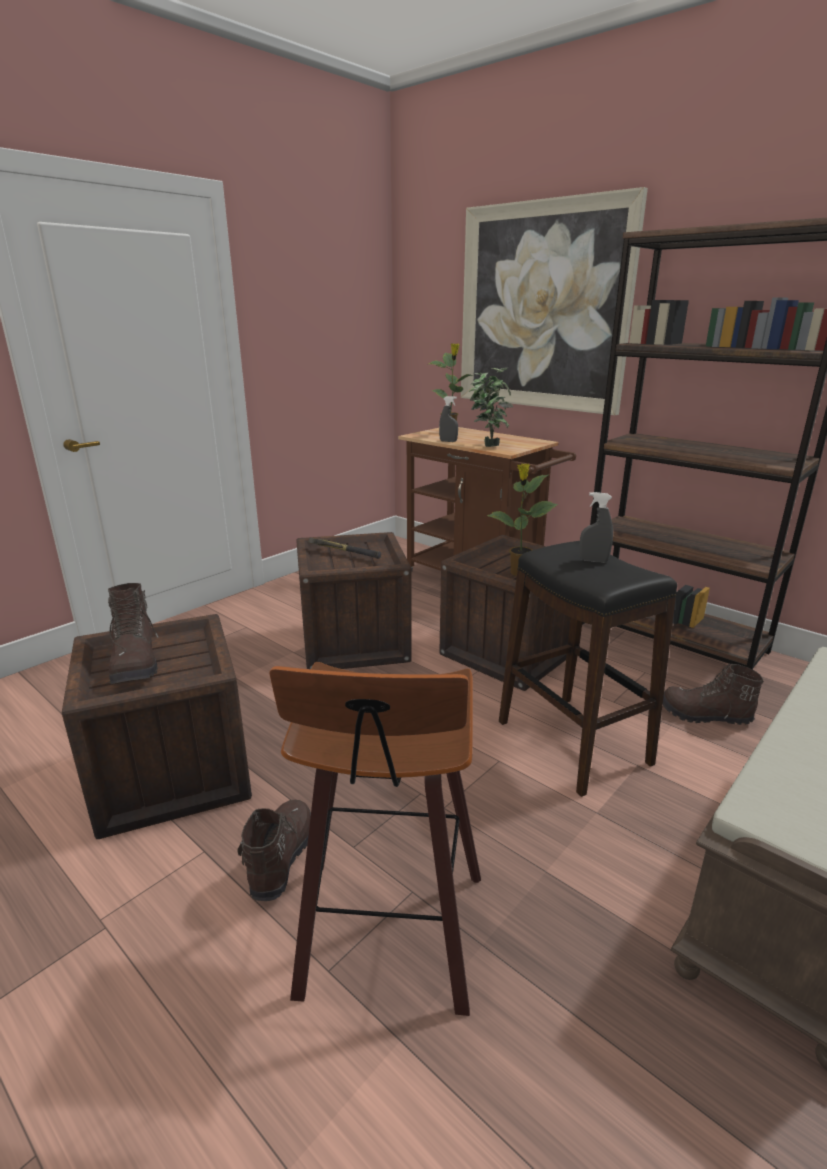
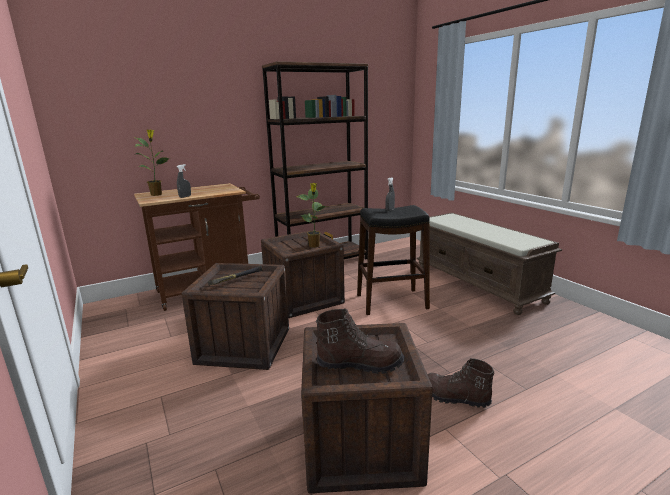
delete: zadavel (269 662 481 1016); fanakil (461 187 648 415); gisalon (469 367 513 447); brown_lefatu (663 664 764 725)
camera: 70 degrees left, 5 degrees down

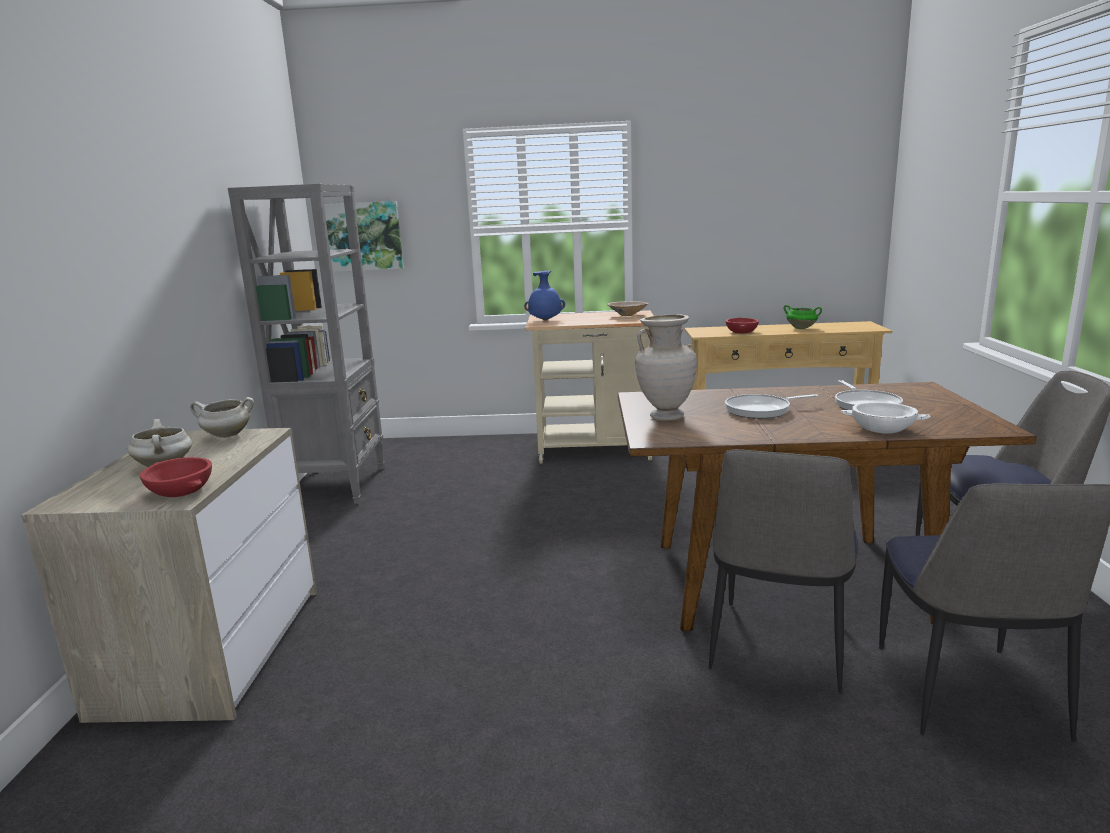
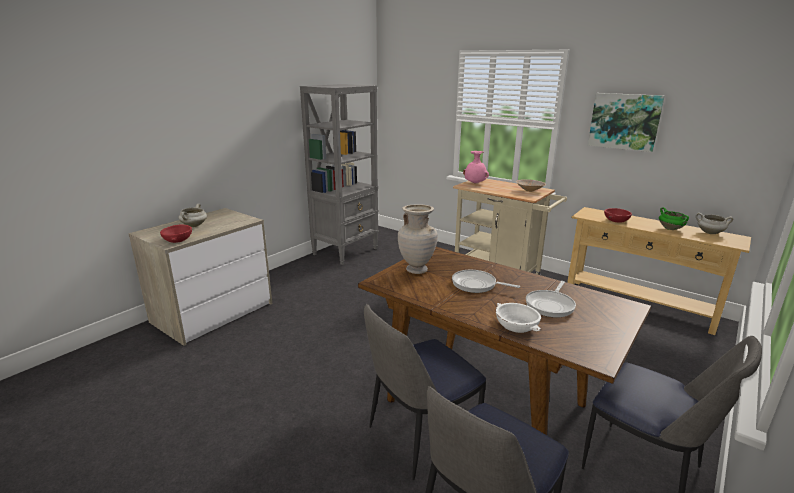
move: fanakil (324 201 404 272) to (588 93 665 152); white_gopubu (190 397 254 438) to (696 213 733 234)
recolor: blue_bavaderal (524 271 565 320) to pink_bavaderal (463 151 489 183)
camera: 35 degrees right, 5 degrees up

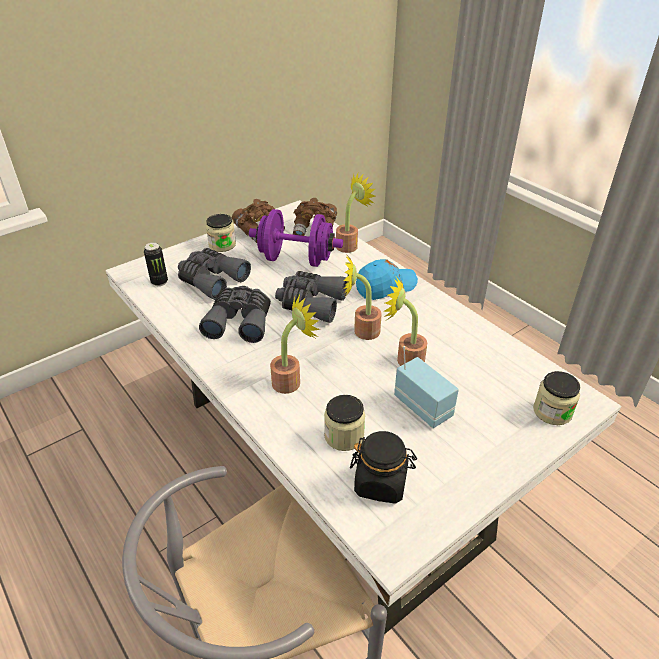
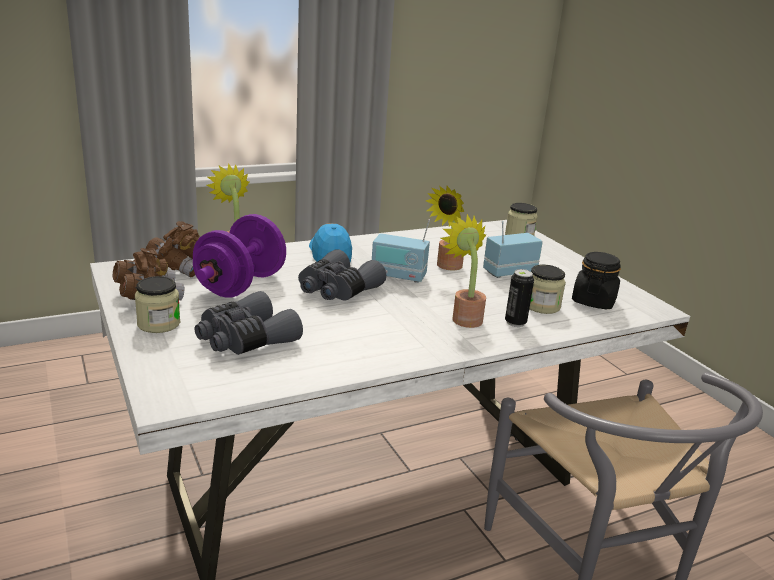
delete: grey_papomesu (199 286 271 343)
move: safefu (144 242 168 286) to (505 269 534 327)
replace: gisalon (343 254 382 340) to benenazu (372 219 430 283)
camera: 80 degrees left, 15 degrees down

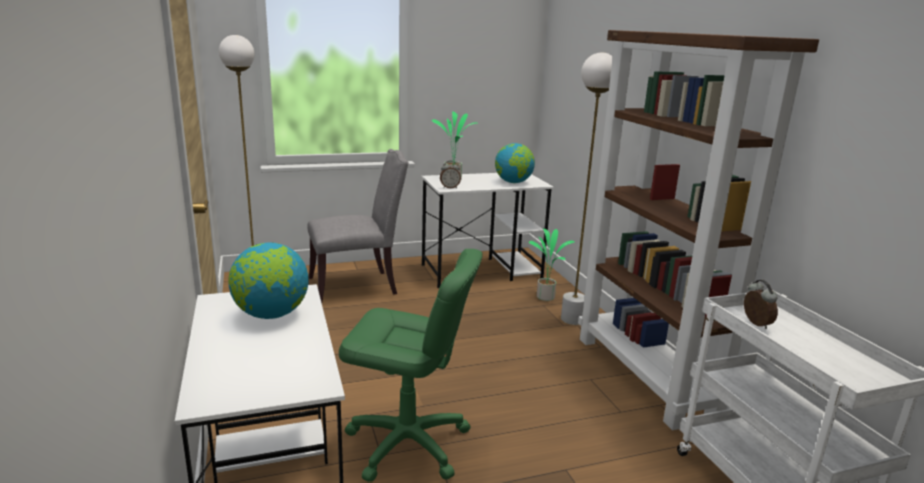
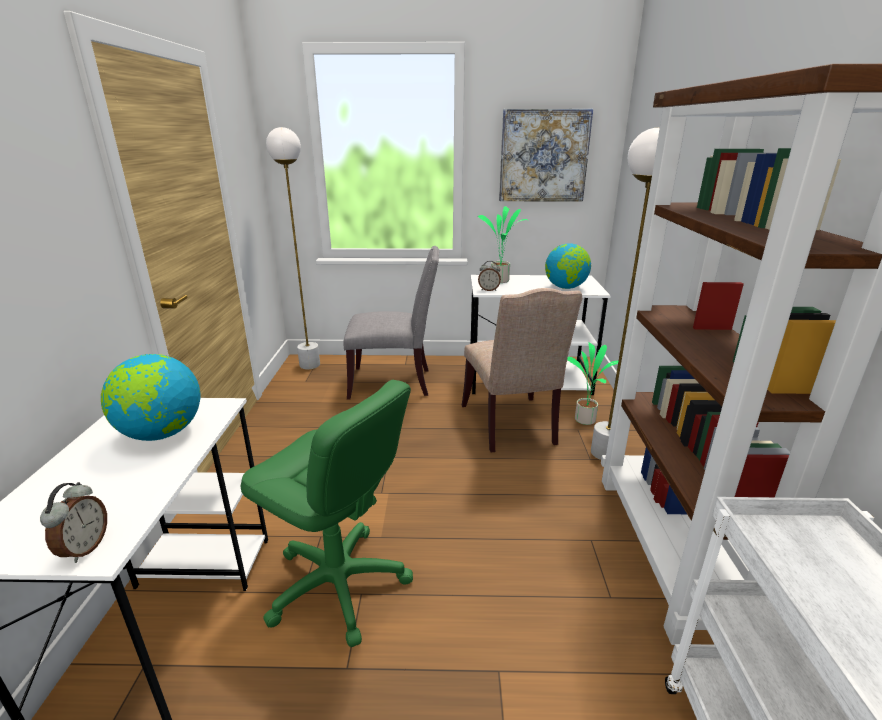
insert: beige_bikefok (462 288 582 452); fanakil (499 109 593 202)
move: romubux (744 280 778 329) to (40 482 107 563)
camera: 20 degrees right, 5 degrees up

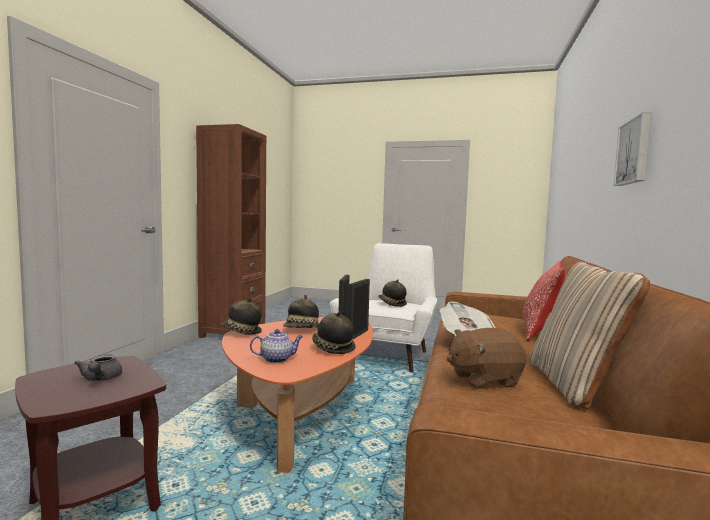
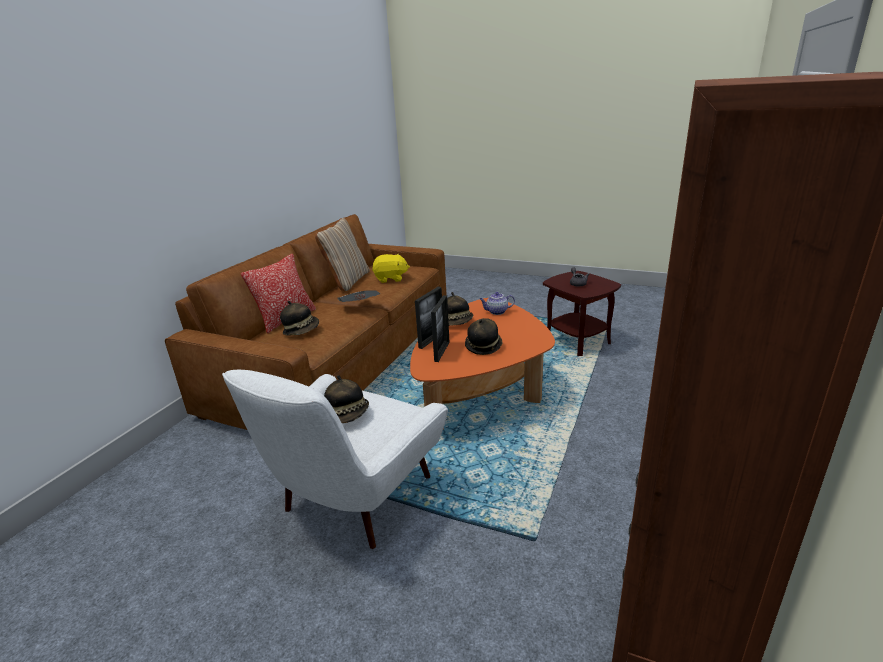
delete: fanakil (613 112 652 186)
move: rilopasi (220 298 262 335) to (280 301 319 336)
recolor: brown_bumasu (447 328 526 389) to yellow_bumasu (372 254 410 283)
camera: 170 degrees left, 20 degrees up

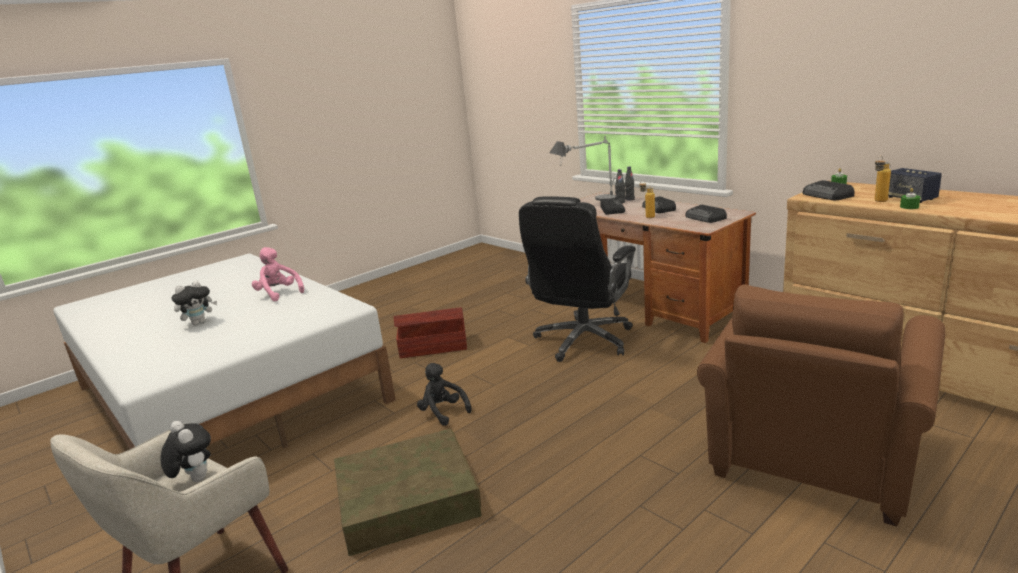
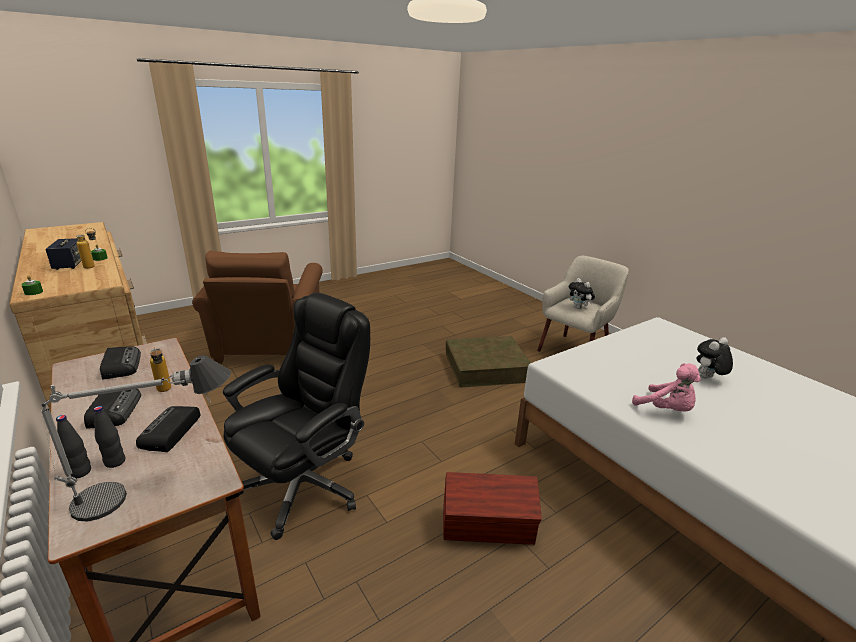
delete: black_bumasu (417 363 472 426); benenazu (803 180 854 200)
rotate: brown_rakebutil (697 284 945 526) = (192 251 323 364) 135 degrees clockwise
camera: 175 degrees left, 5 degrees up

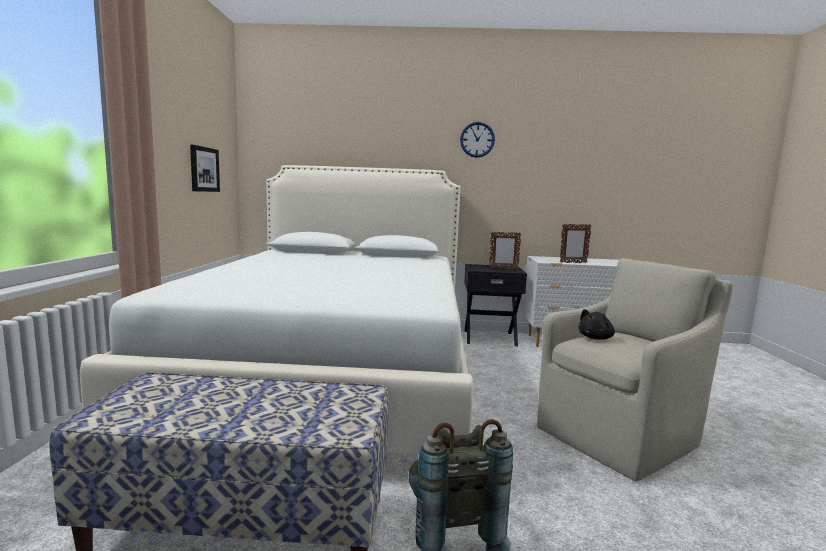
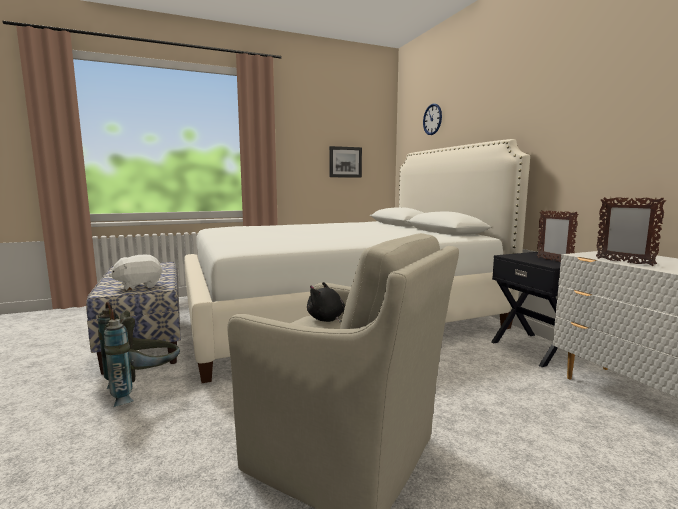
insert: white_bumasu (109 255 163 291)
move: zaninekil (460 122 495 158) to (423 104 442 135)
camera: 65 degrees right, 0 degrees up

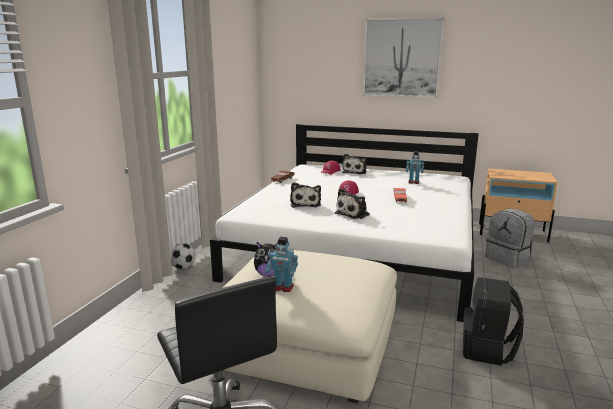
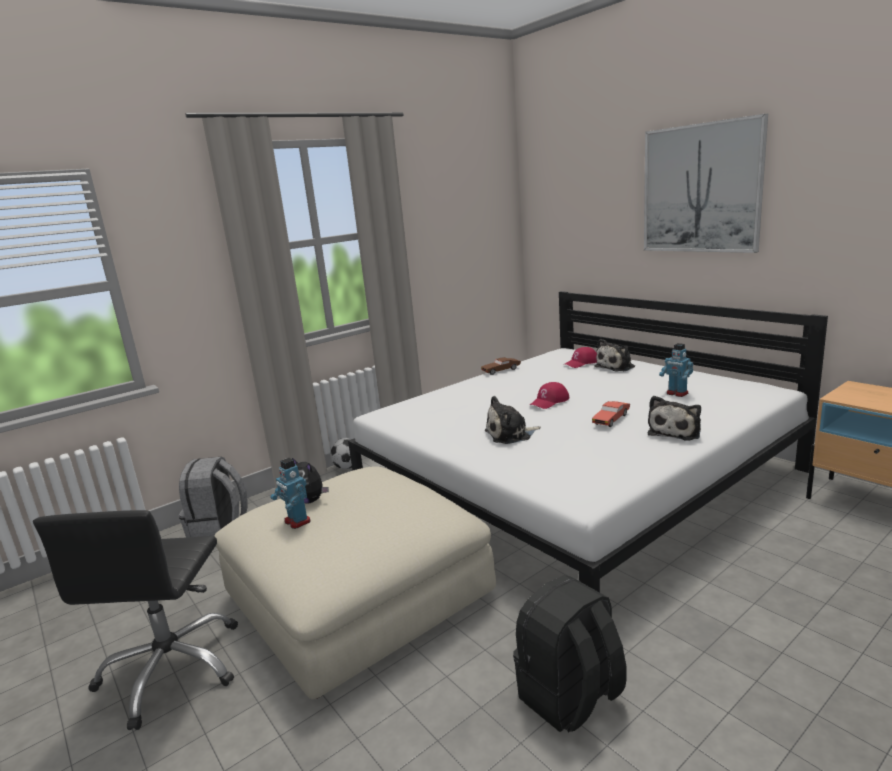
move: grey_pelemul (485 208 535 268) to (179 457 248 537); bumasu (290 182 321 208) to (648 396 701 441)
camera: 35 degrees right, 0 degrees up

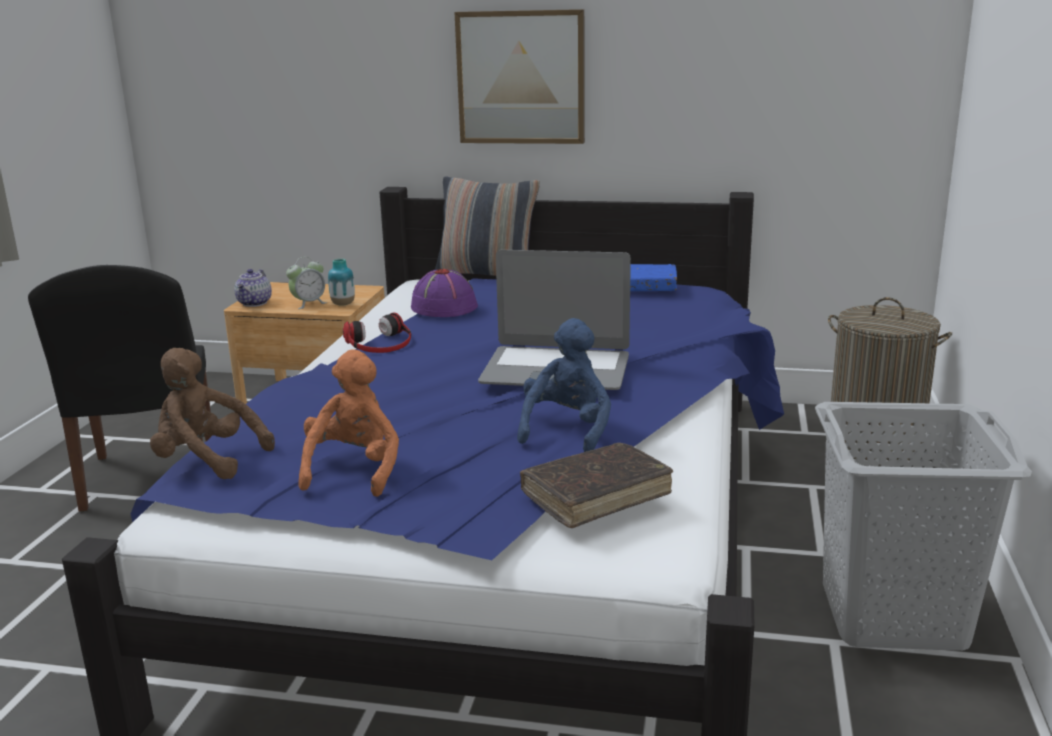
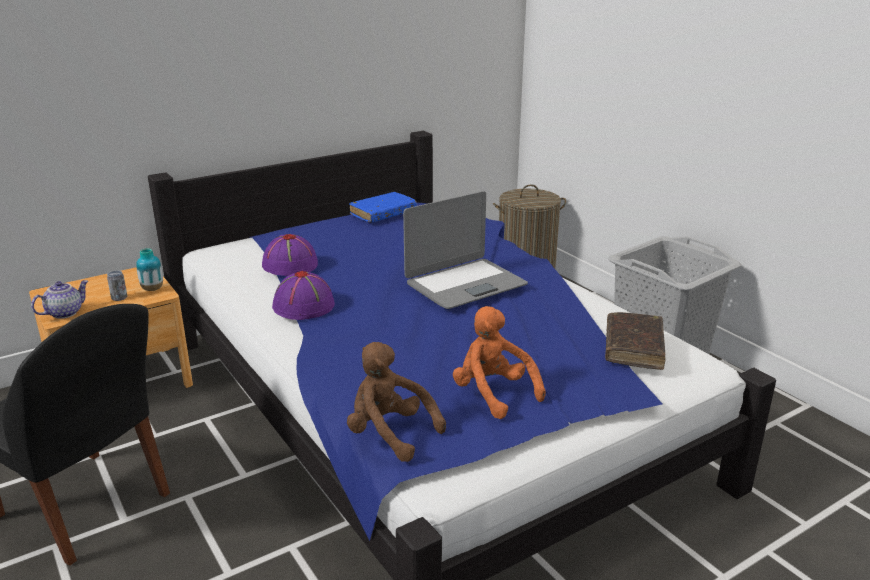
delete: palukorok (435 176 540 276); fanakil (455 9 585 144); blue_bumasu (517 318 611 452)
replace: romubux (286 257 328 309) to safefu (107 271 127 301); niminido (343 312 411 353) to purple_rilopasi (272 271 335 320)
rotate: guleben (234 269 272 307) = (31 280 88 319) 105 degrees counterclockwise; brown_bumasu (150 348 275 479) = (347 342 446 462) 60 degrees clockwise
camera: 45 degrees left, 5 degrees up

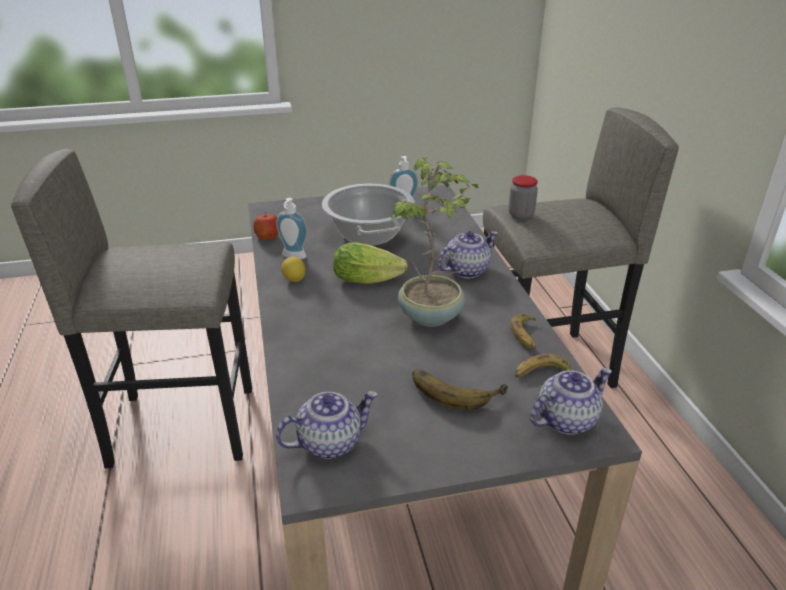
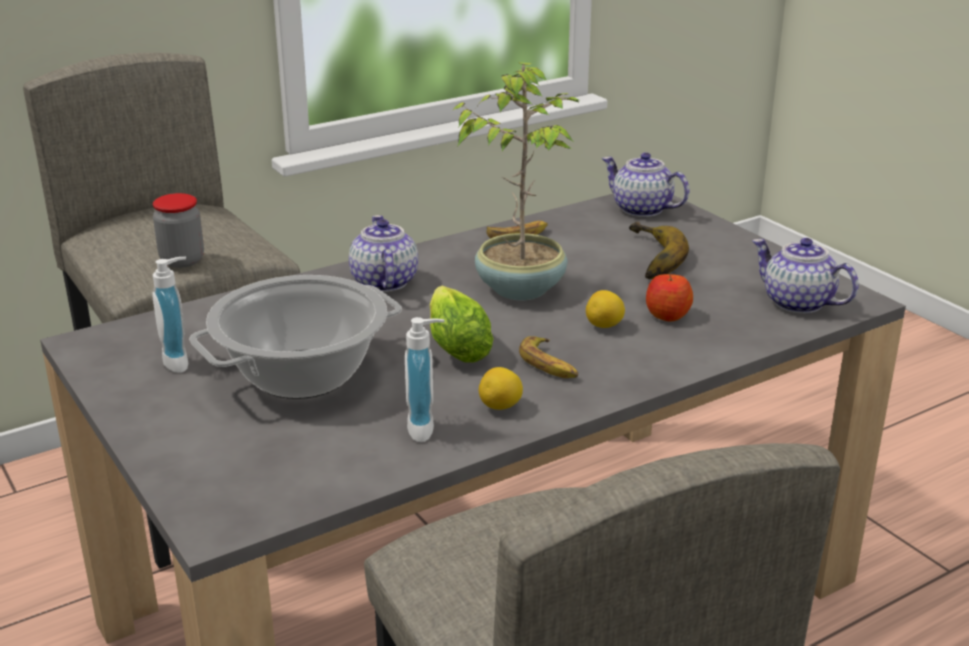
insert: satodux (586 290 625 328)
move: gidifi (515 354 571 377) to (519 336 578 378); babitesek (253 212 278 240) to (646 272 693 322)
rotate: guleben (438 231 498 278) = (349 215 418 292) 45 degrees clockwise
camera: 110 degrees left, 5 degrees down

